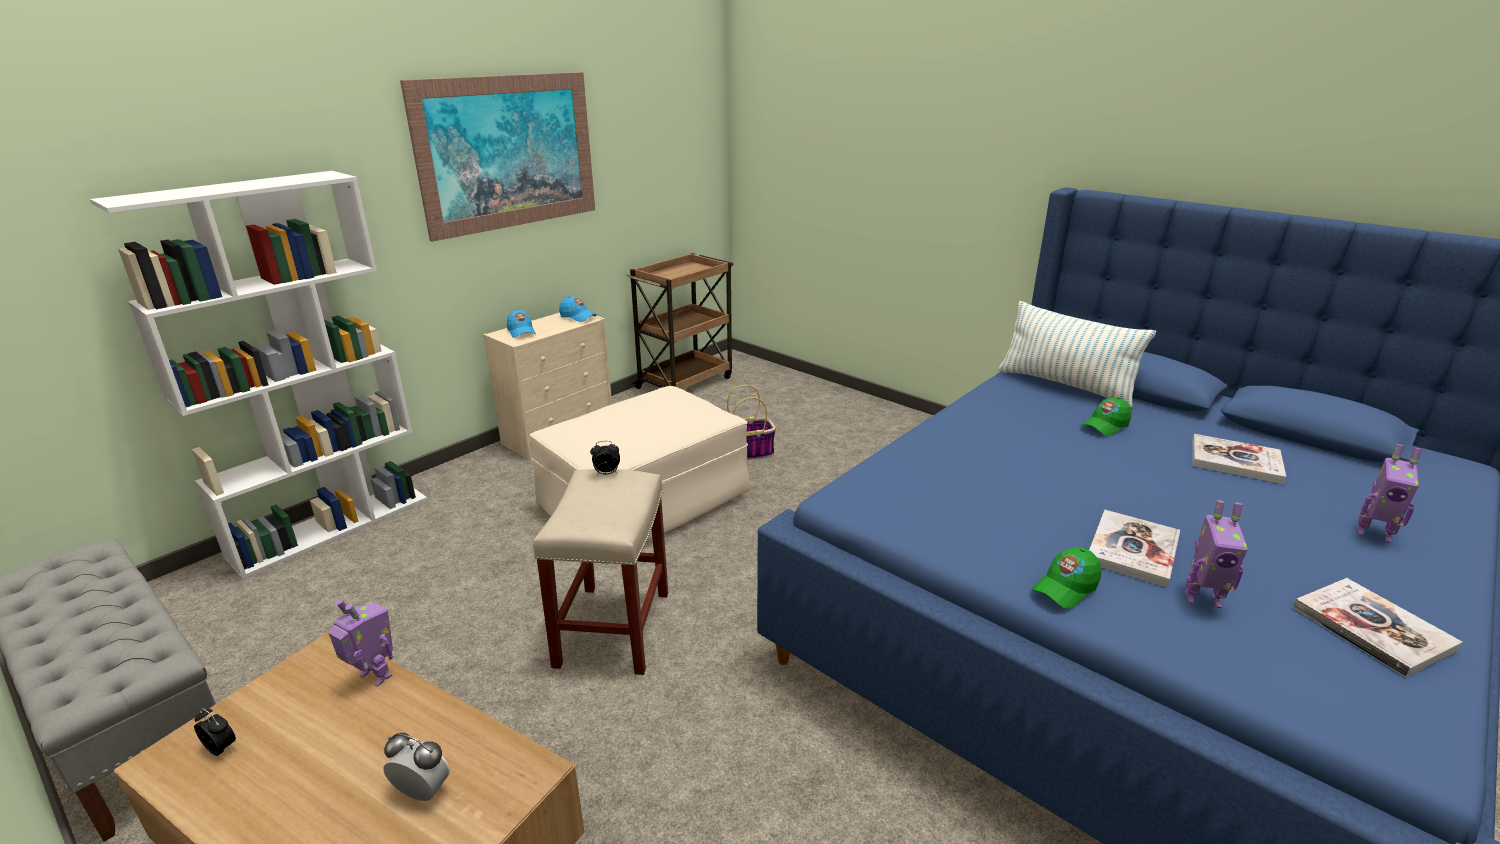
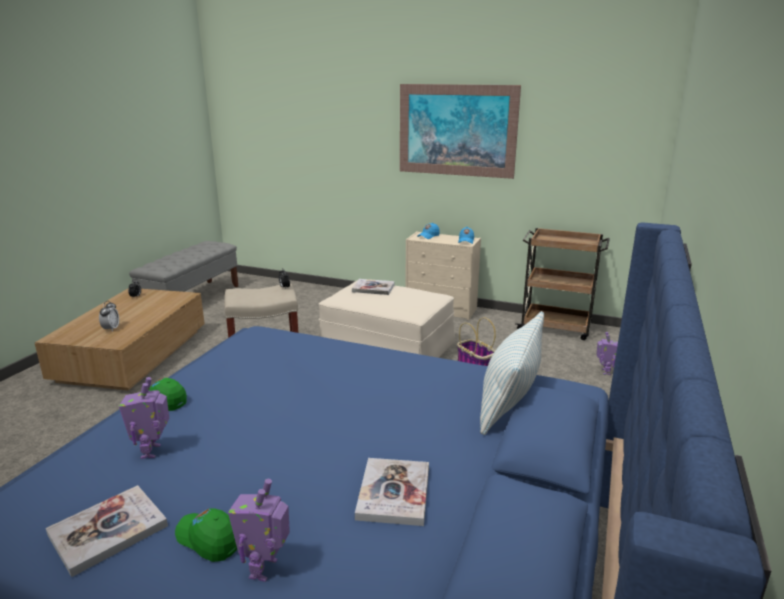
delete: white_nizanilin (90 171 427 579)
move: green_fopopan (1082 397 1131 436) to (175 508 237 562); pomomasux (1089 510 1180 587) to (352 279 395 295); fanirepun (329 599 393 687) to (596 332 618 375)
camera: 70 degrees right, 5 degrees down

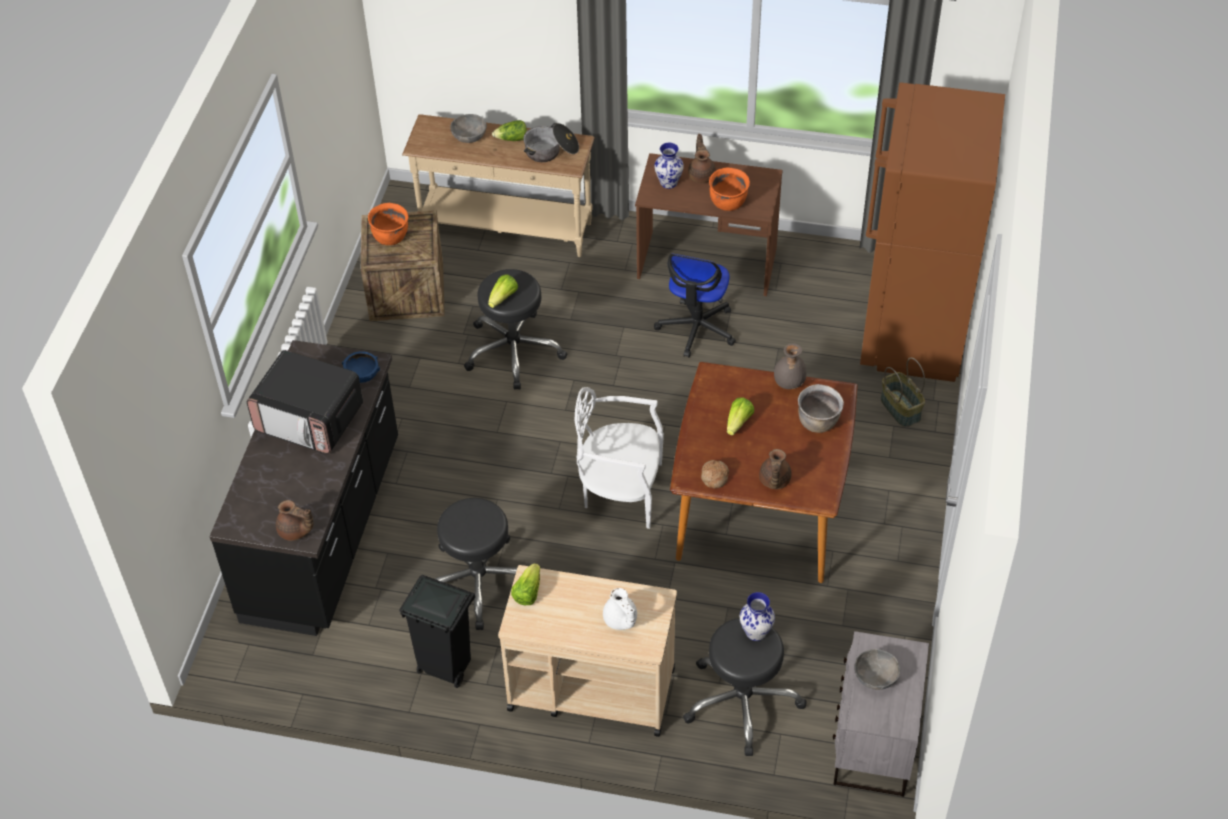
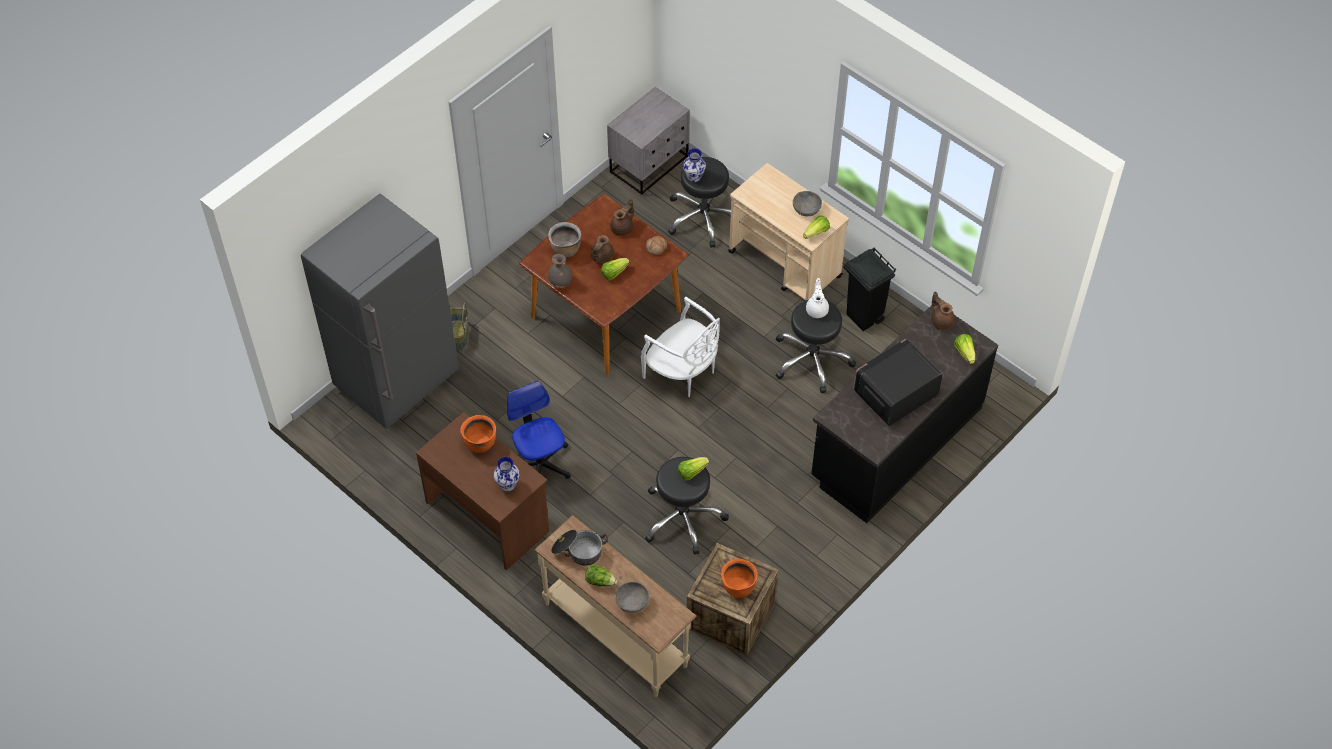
delete: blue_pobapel (342 351 380 383)
insert: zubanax (954 334 975 364)
move: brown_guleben (688 134 716 183) to (591 235 614 263); grey_pobapel (855 649 900 690) to (793 191 822 216); white_guleben (603 588 637 630) to (806 278 829 318)
recolor: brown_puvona (860 82 1005 382) to grey_puvona (301 194 459 429)
rotate: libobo (654 254 736 357) = (507 381 571 479) 75 degrees counterclockwise; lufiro (247 350 363 454) = (853 339 942 426) 90 degrees counterclockwise
camera: 150 degrees left, 5 degrees up

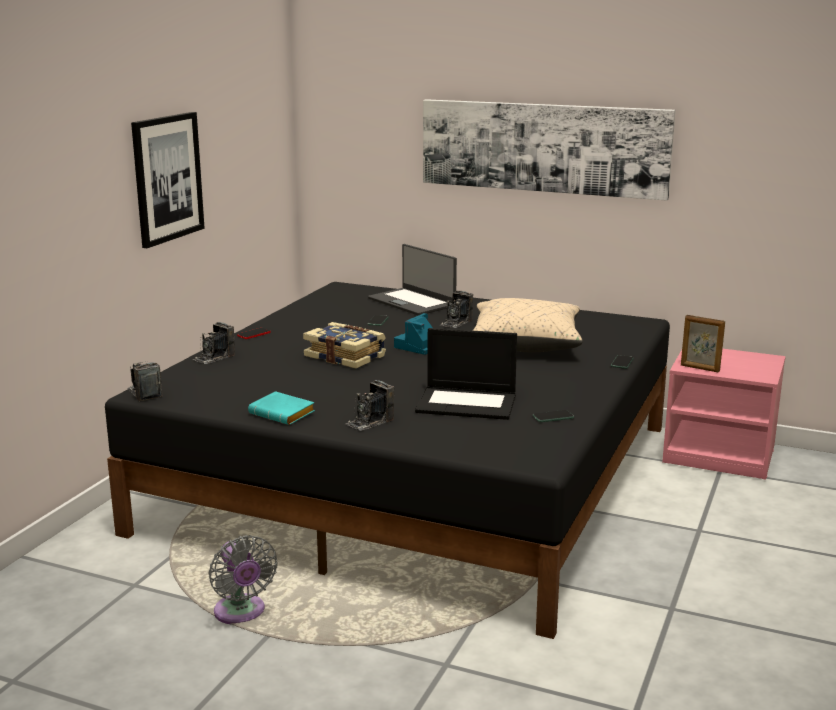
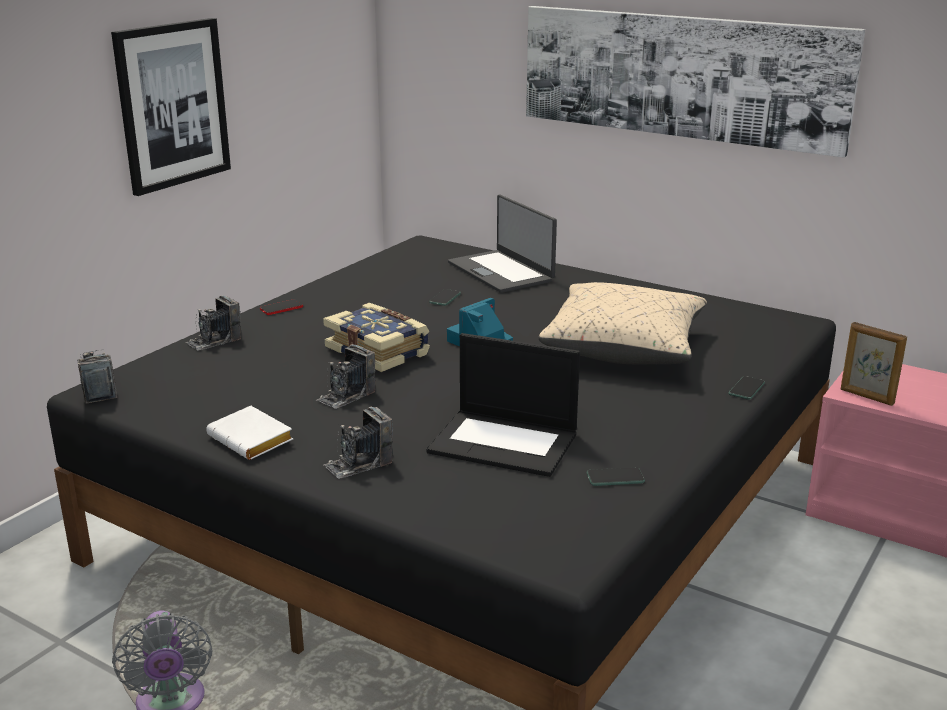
move: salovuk (441 291 473 328) to (317 344 375 409)
recolor: turquoise_pomomasux (248 391 315 425) to white_pomomasux (206 406 293 460)
camera: 10 degrees right, 5 degrees up

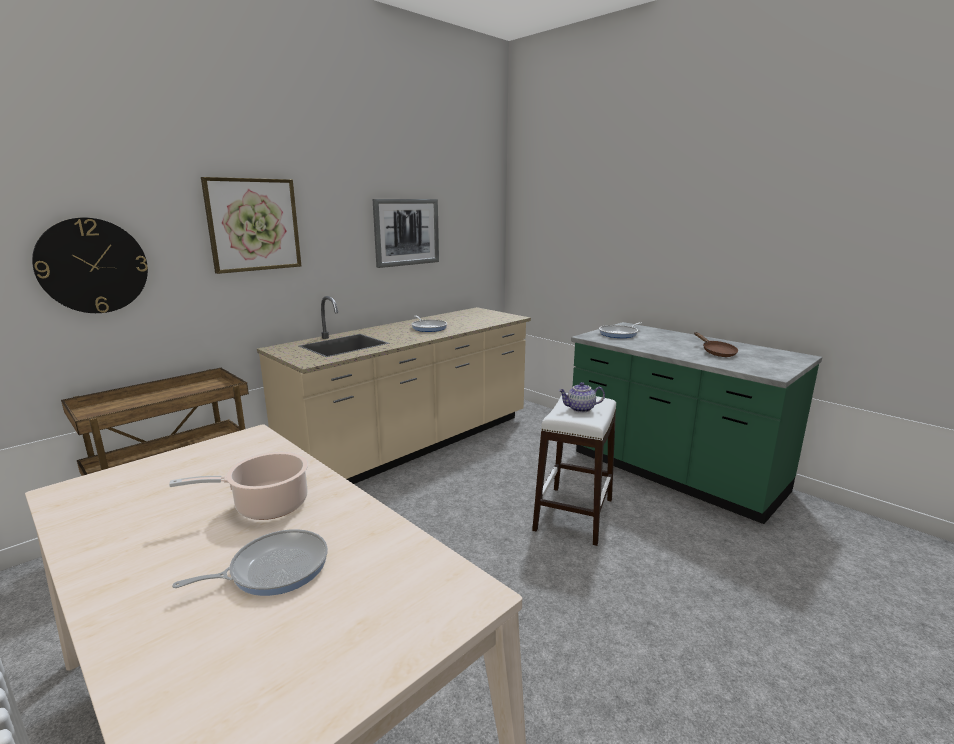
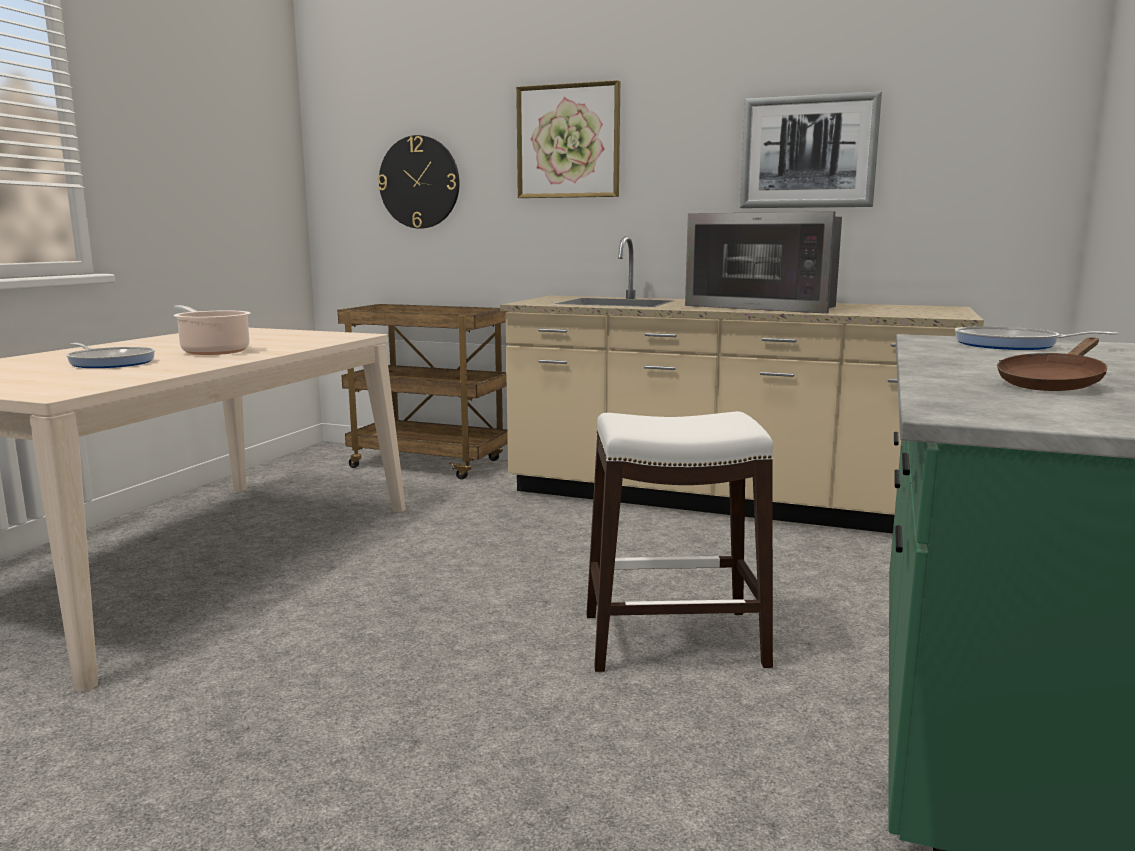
delete: guleben (558 382 605 413)
replace: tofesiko (411 316 447 332) to lufiro (685 211 842 314)
camera: 65 degrees right, 5 degrees down

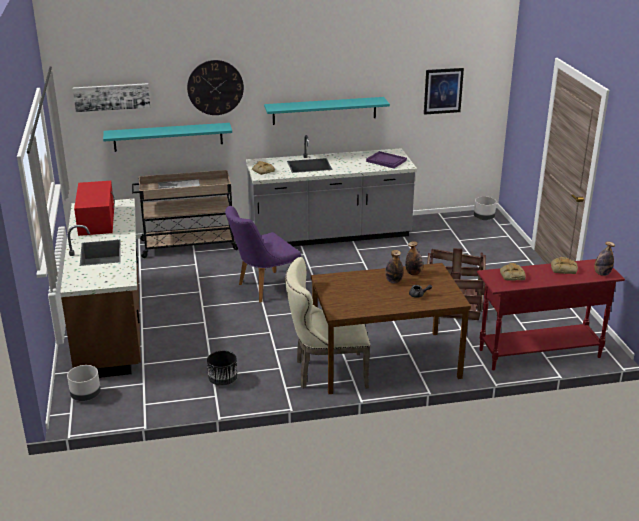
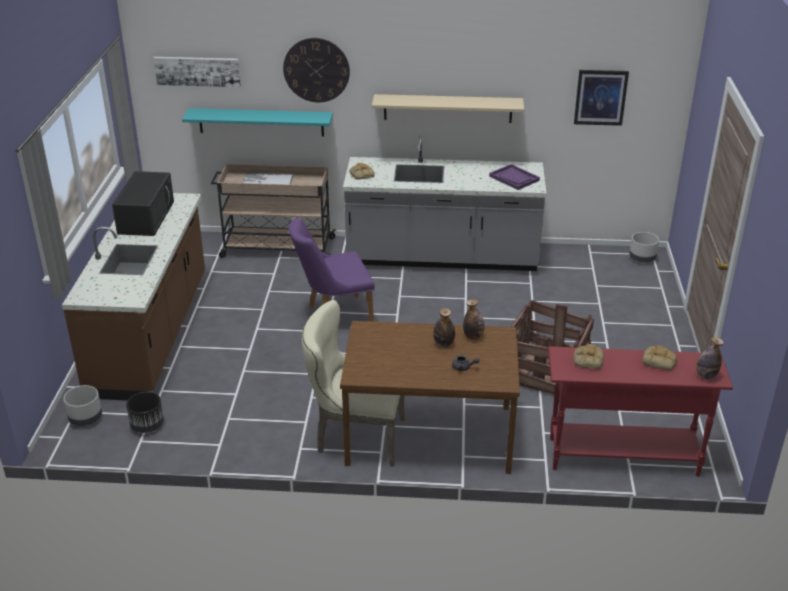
move: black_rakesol (207 351 237 386) to (126 392 164 433)
recolor: red_lufiro (74 181 115 236) to black_lufiro (112 171 174 236); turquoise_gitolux (264 97 390 125) to beige_gitolux (372 94 524 123)
camera: 15 degrees right, 5 degrees up

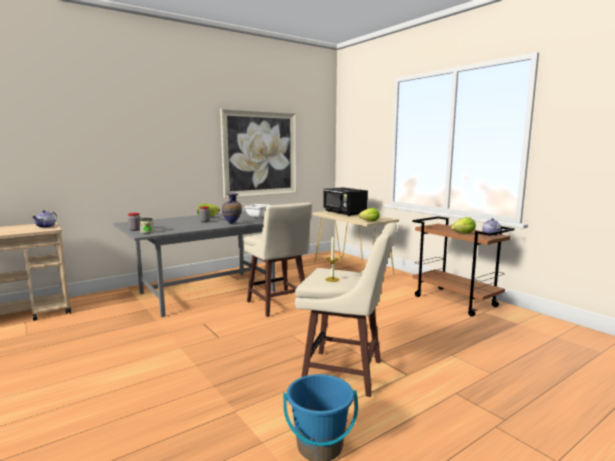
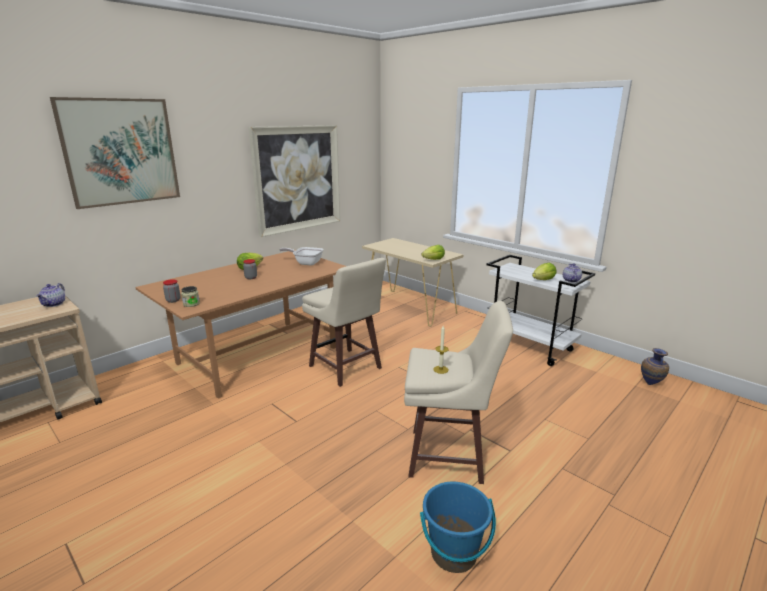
delete: black_lufiro (323 187 368 216)
insert: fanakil (50 97 180 209)
move: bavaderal (222 193 242 224) to (641 348 669 385)
recolor: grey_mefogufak (113 211 275 317) to brown_mefogufak (135 250 346 399); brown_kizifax (413 216 515 317) to white_kizifax (486 255 595 366)
camera: 10 degrees left, 10 degrees up

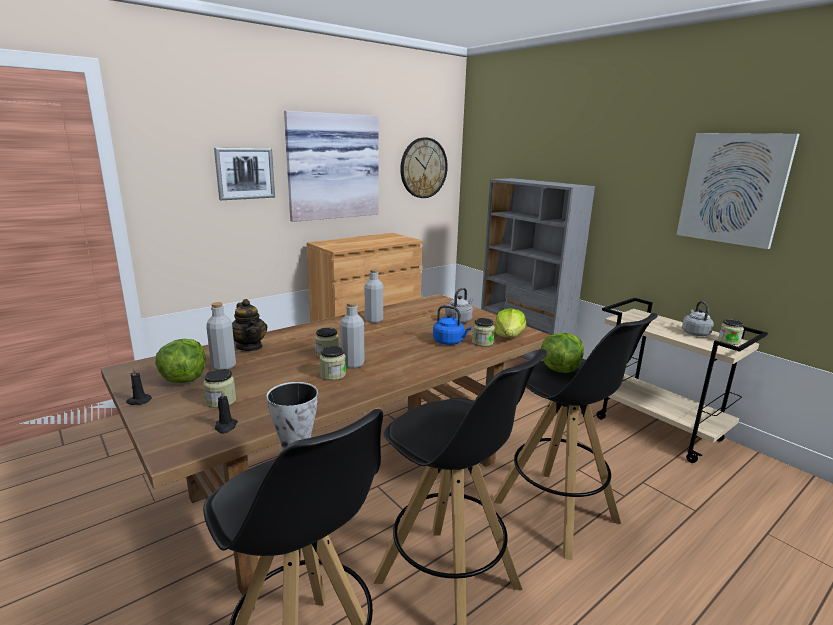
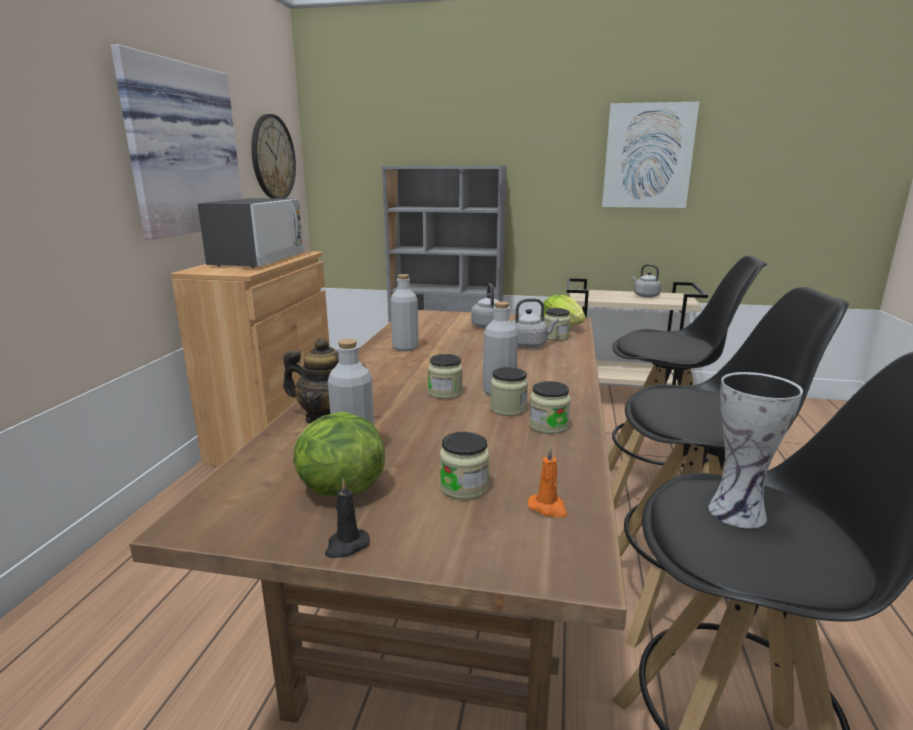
delete: fanakil (214 148 275 200); zubanax (541 333 584 373)
insert: lufiro (197 198 304 268)
move: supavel (718 319 744 345) to (529 381 571 434)
recolor: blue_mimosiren (433 305 472 345) to grey_mimosiren (512 298 559 348); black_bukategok (215 390 238 434) to orange_bukategok (528 446 568 517)
camera: 40 degrees left, 0 degrees up

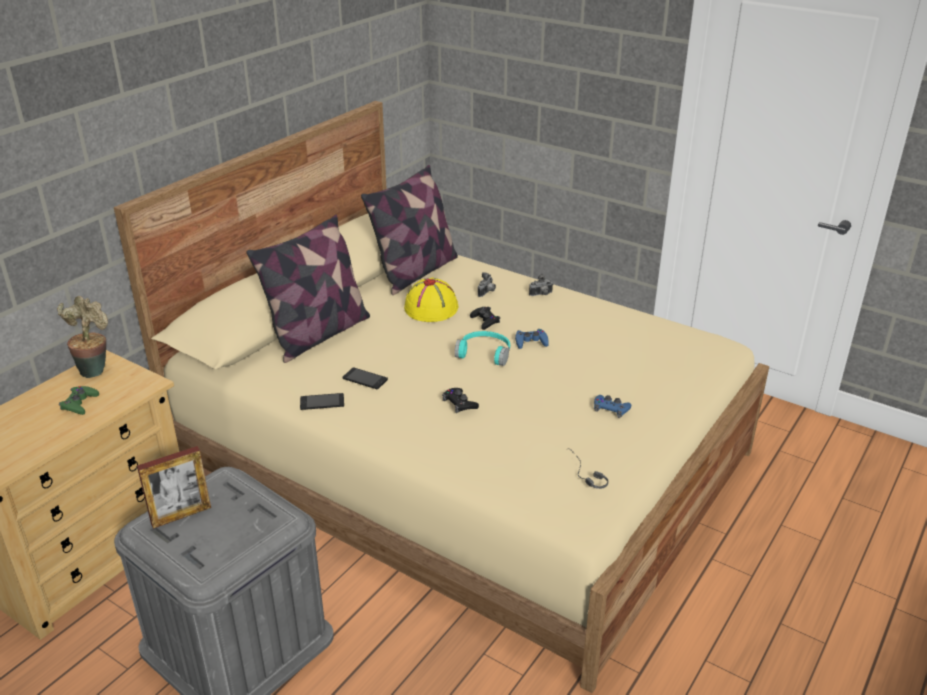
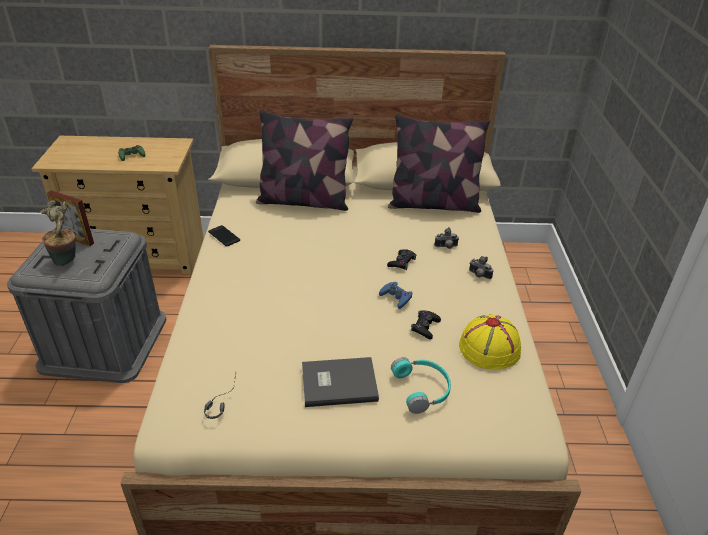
delete: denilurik (342 368 388 389)
move: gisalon (57 296 108 378) to (40 200 76 266); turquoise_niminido (455 331 510 366) to (391 357 451 414); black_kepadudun (442 388 479 413) to (411 310 441 340); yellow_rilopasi (404 277 458 322) to (459 314 521 370)
replace: blue_kepadudun (594 395 631 418) to grey_pomomasux (302 357 379 407)
camera: 55 degrees right, 5 degrees up

